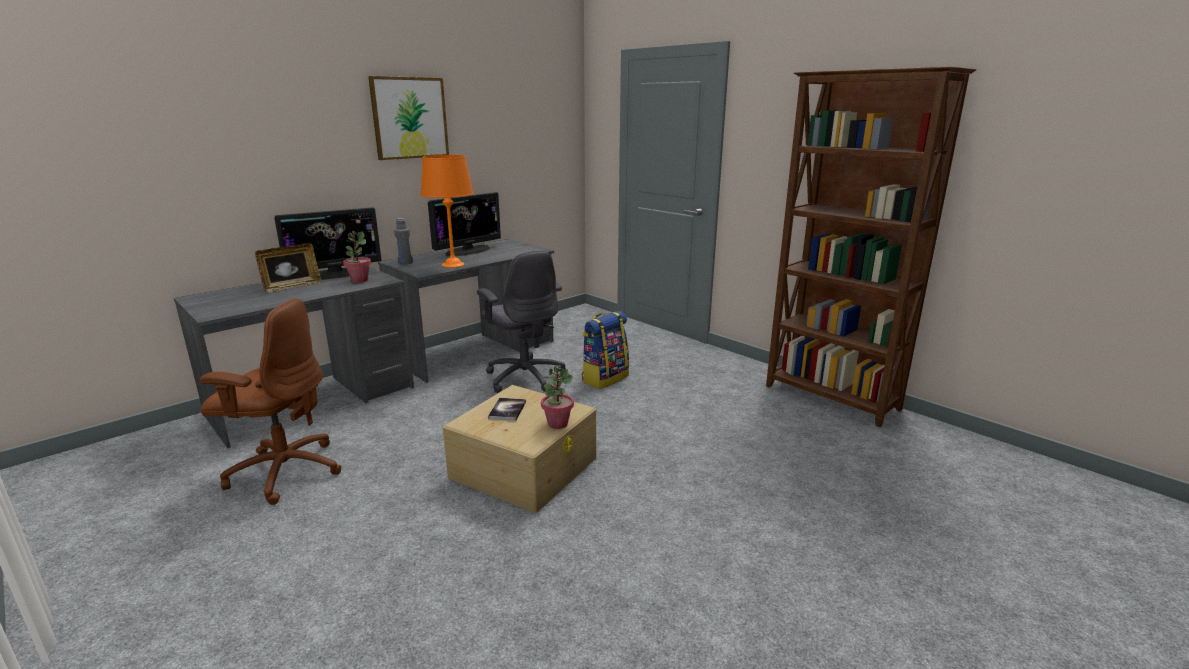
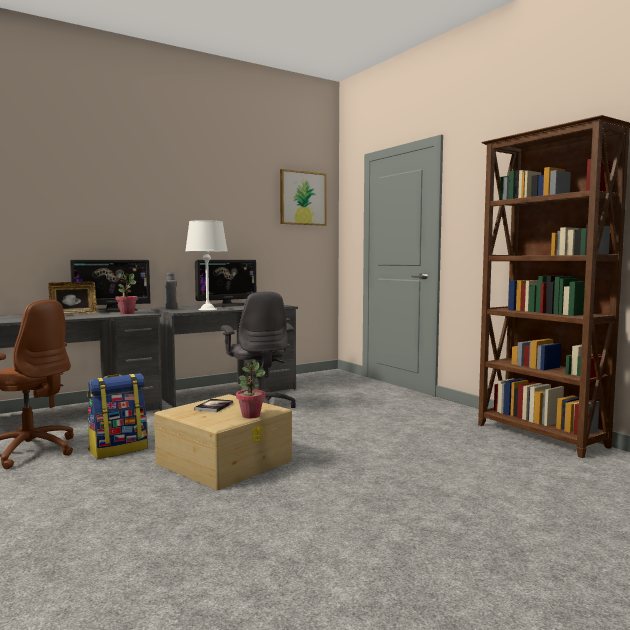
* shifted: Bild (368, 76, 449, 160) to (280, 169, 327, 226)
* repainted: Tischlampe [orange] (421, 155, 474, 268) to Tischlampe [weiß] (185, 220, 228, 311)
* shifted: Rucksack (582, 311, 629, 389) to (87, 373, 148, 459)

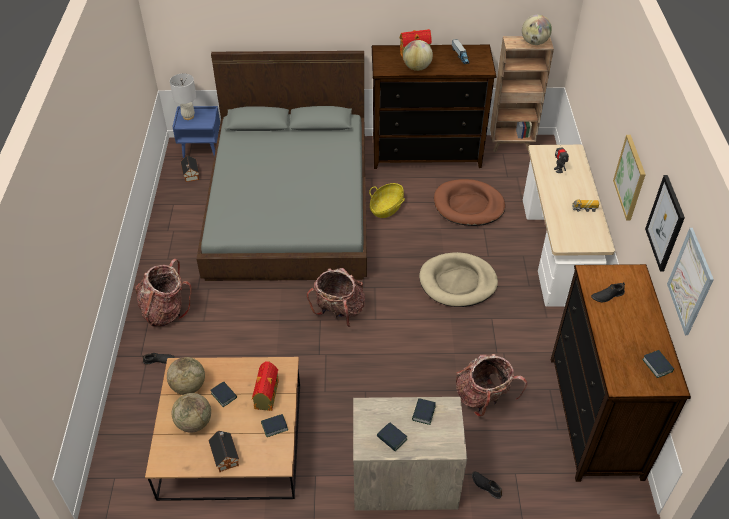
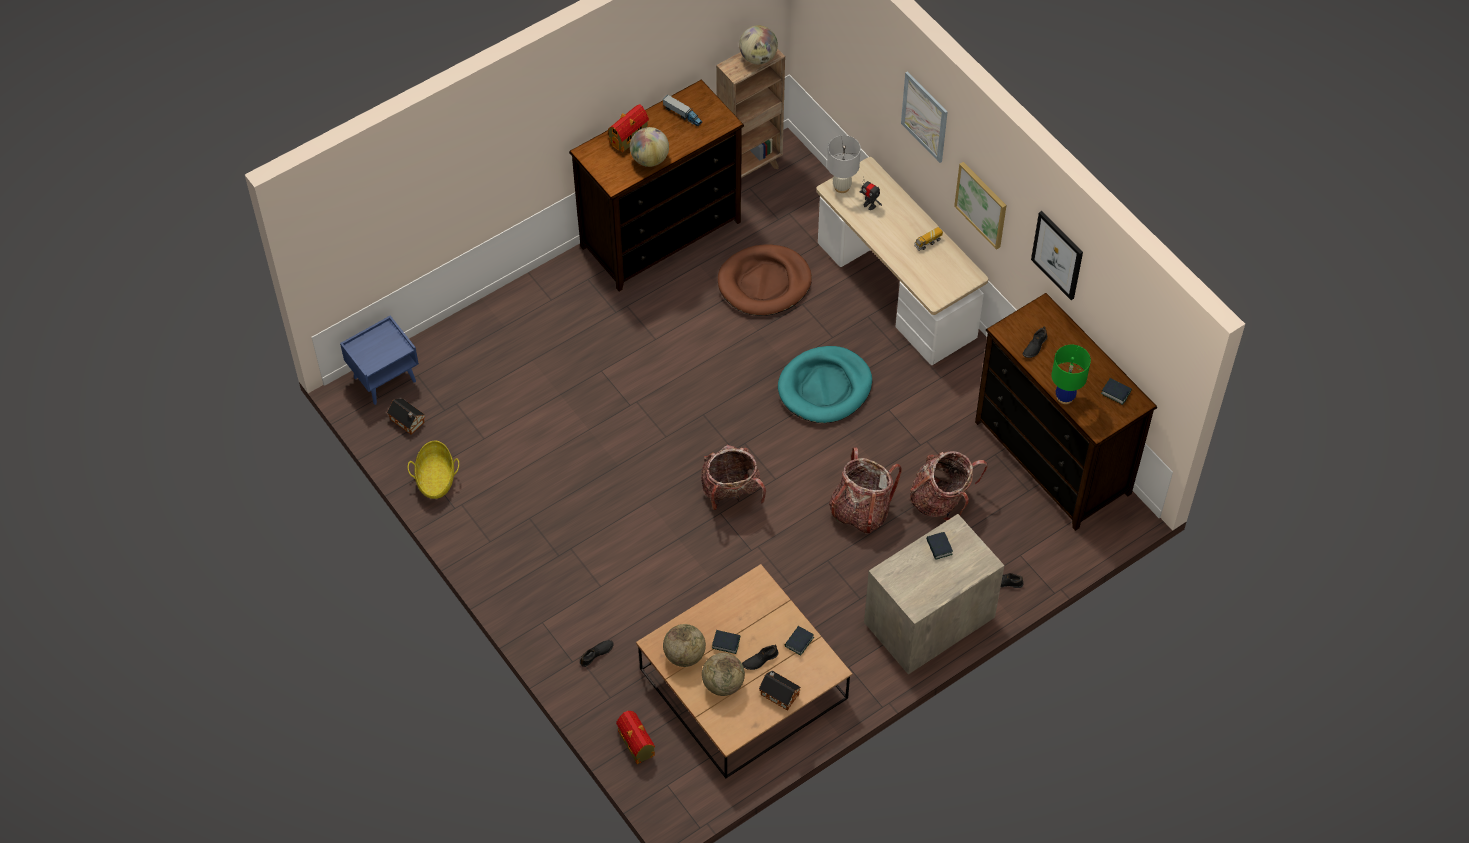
* gone: Bett [grau] (196, 51, 367, 281)
* shifted: Tischlampe [weiß] (170, 73, 197, 120) to (827, 135, 861, 193)
* shifted: Korb (369, 183, 405, 218) to (408, 441, 459, 499)
* shifted: Bild (667, 228, 714, 335) to (901, 71, 948, 163)
* repainted: Hundebett [beige] (419, 252, 498, 307) to Hundebett [türkis] (778, 346, 872, 423)
* shifted: Rucksack (135, 258, 191, 327) to (829, 447, 902, 534)
* shifted: Spielzeughaus (252, 361, 279, 411) to (616, 711, 655, 764)
* gone: Buch (377, 423, 407, 451)
* new: Tischlampe [grün] (1052, 345, 1091, 404)
* new: Schuh [schwarz] (742, 645, 779, 670)

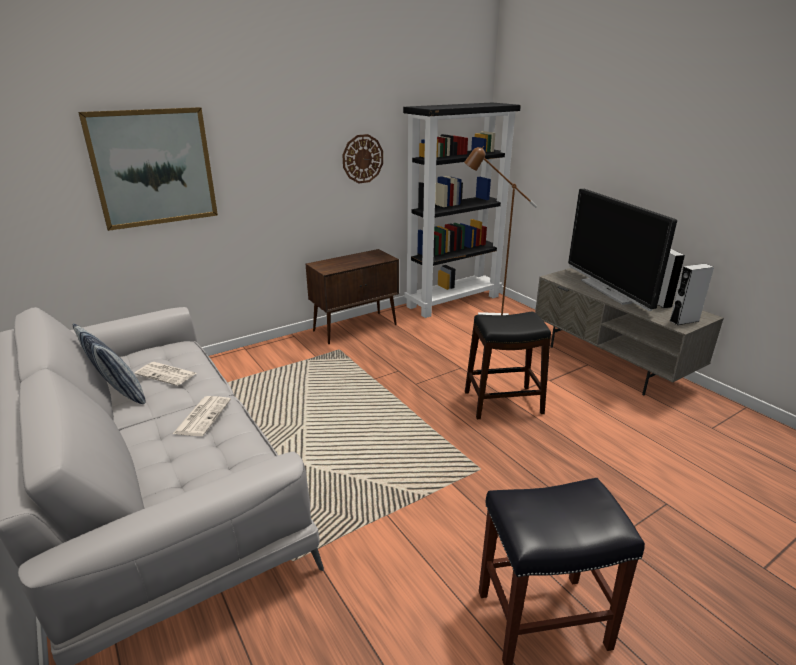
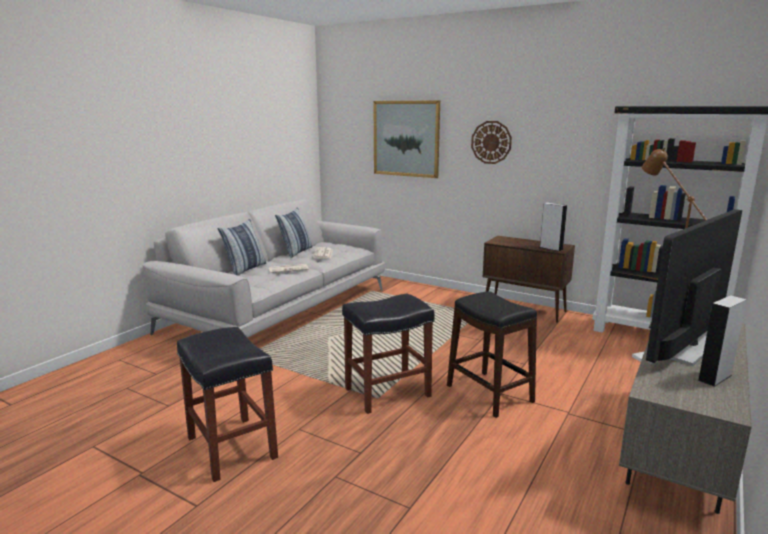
* shifted: Wanduhr (343, 134, 383, 183) to (471, 121, 512, 164)
* shifted: Lautsprecher [grau] (670, 264, 714, 325) to (540, 203, 567, 251)
* new: Kissen (217, 219, 266, 275)
* new: Hocker [schwarz] (342, 293, 435, 414)

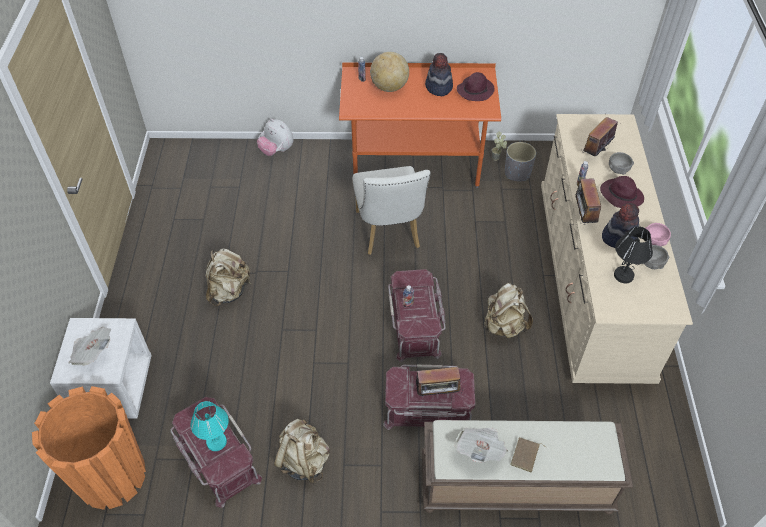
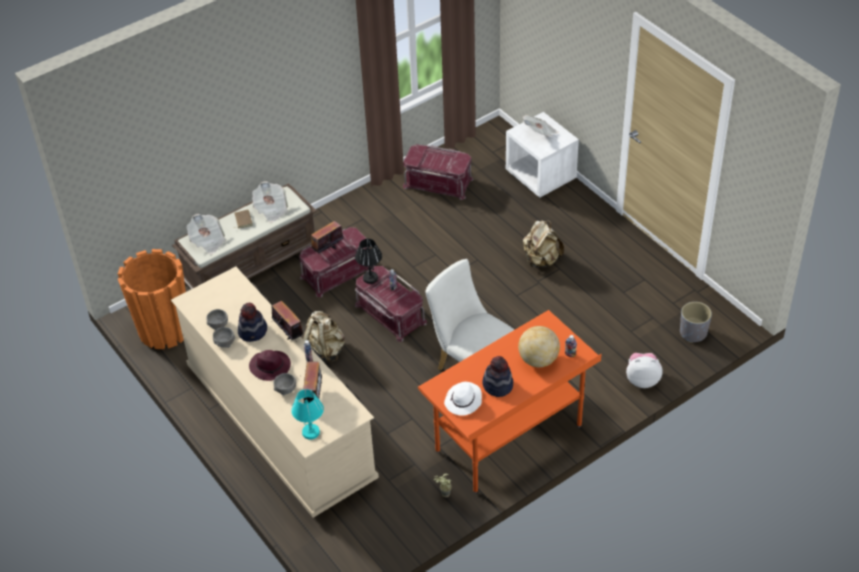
* repainted: Hut [lila] (457, 72, 495, 101) to Hut [weiß] (444, 382, 482, 416)
* shifted: Pflanzkübel [grau] (505, 142, 536, 181) to (680, 302, 712, 343)
* repainted: Schüssel [rosa] (646, 223, 671, 246) to Schüssel [grau] (213, 327, 236, 348)
* shifted: Tischlampe [schwarz] (614, 226, 653, 283) to (355, 239, 382, 284)
* shifted: Pflanzkübel [orange] (32, 386, 146, 510) to (118, 249, 186, 349)
* shifted: Tischlampe [türkis] (190, 401, 228, 451) to (291, 389, 324, 440)
* gone: Rucksack [beige] (274, 418, 330, 484)
* new: Zeitung (186, 214, 226, 254)

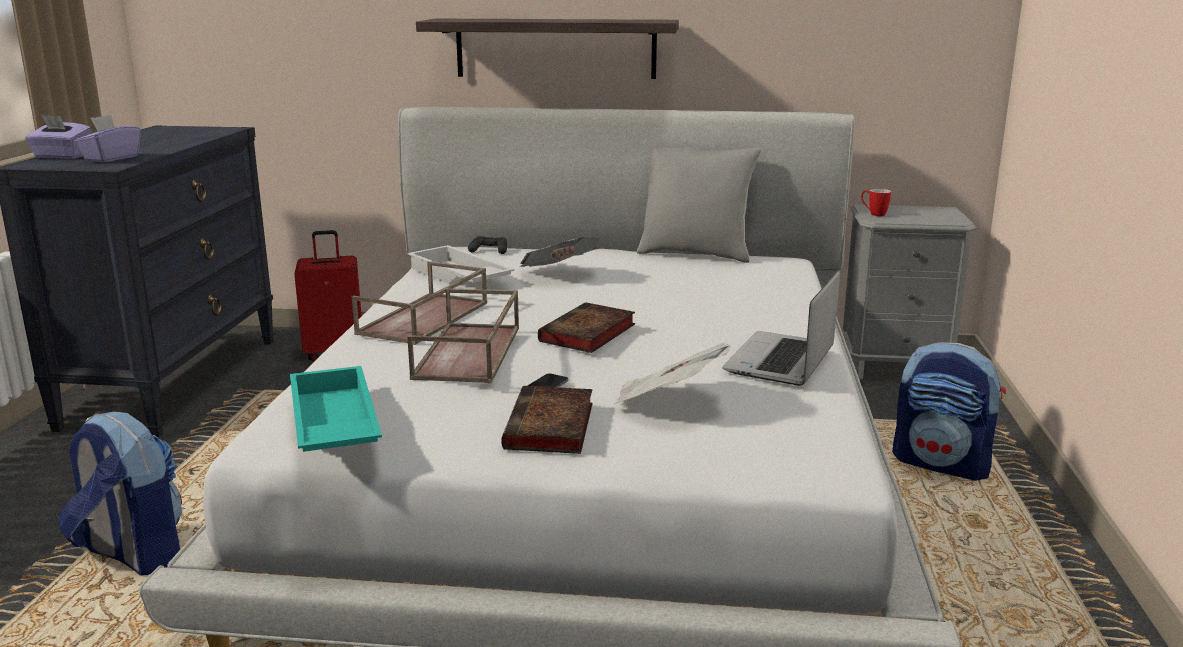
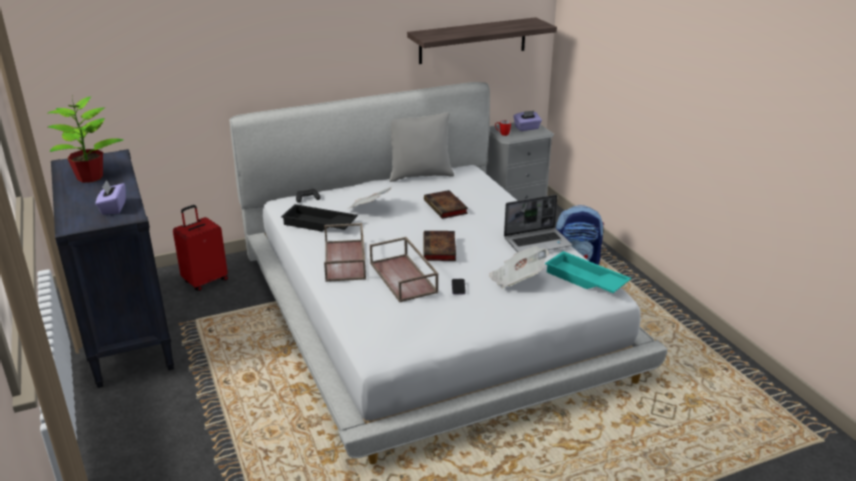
* shifted: Wandregal (416, 19, 679, 79) to (407, 17, 557, 64)
* shifted: Taschentuchbox [lila] (25, 115, 92, 159) to (513, 111, 542, 131)
* repainted: Tablett [weiß] (408, 245, 515, 284) to Tablett [schwarz] (281, 204, 358, 232)
* rotated: Laptop (722, 271, 839, 386) = (504, 195, 572, 252) 105 degrees counterclockwise
* shifted: Tablett [türkis] (290, 366, 382, 452) to (545, 251, 631, 293)
* shifted: Buch (501, 386, 593, 454) to (424, 190, 468, 219)
* gone: Rucksack (59, 412, 183, 575)
* new: Topfpflanze (48, 96, 124, 183)

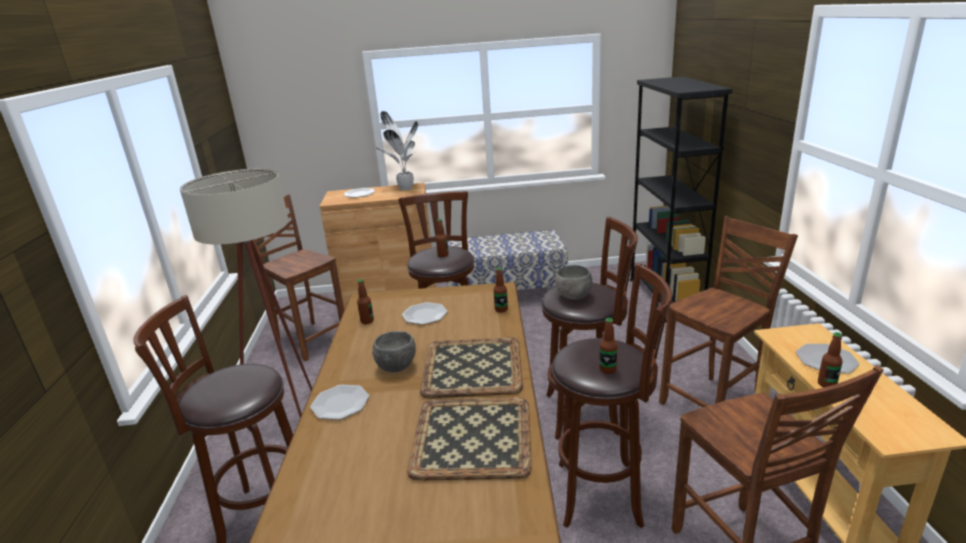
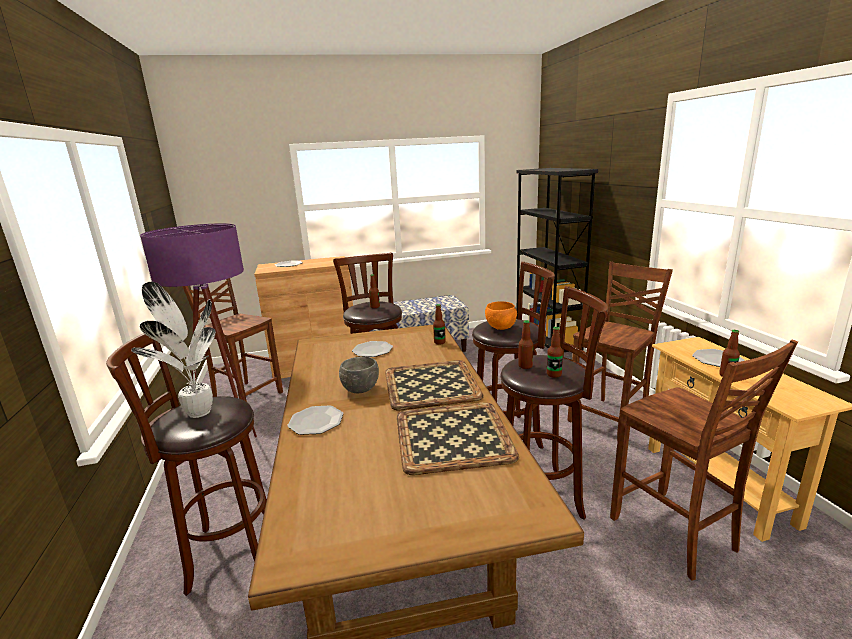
* shifted: Topfpflanze (375, 111, 418, 190) to (131, 282, 216, 418)
* repainted: Stehlampe [beige] (180, 169, 312, 417) to Stehlampe [lila] (140, 223, 260, 475)
* repainted: Schüssel [grau] (555, 265, 593, 300) to Schüssel [orange] (485, 301, 517, 330)
* shifted: Flasche (357, 279, 374, 324) to (518, 320, 533, 369)

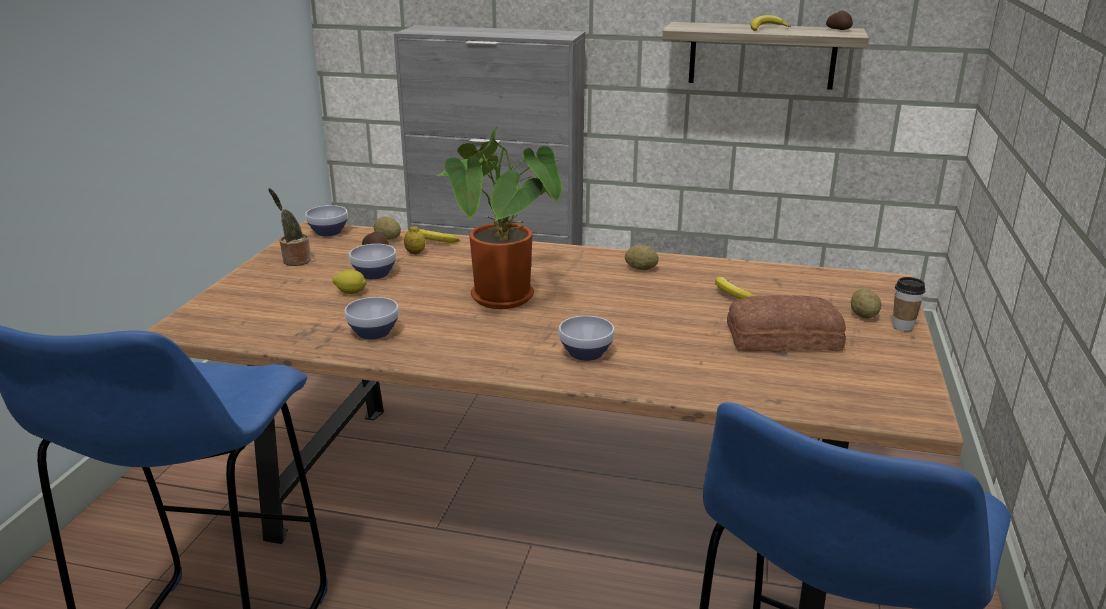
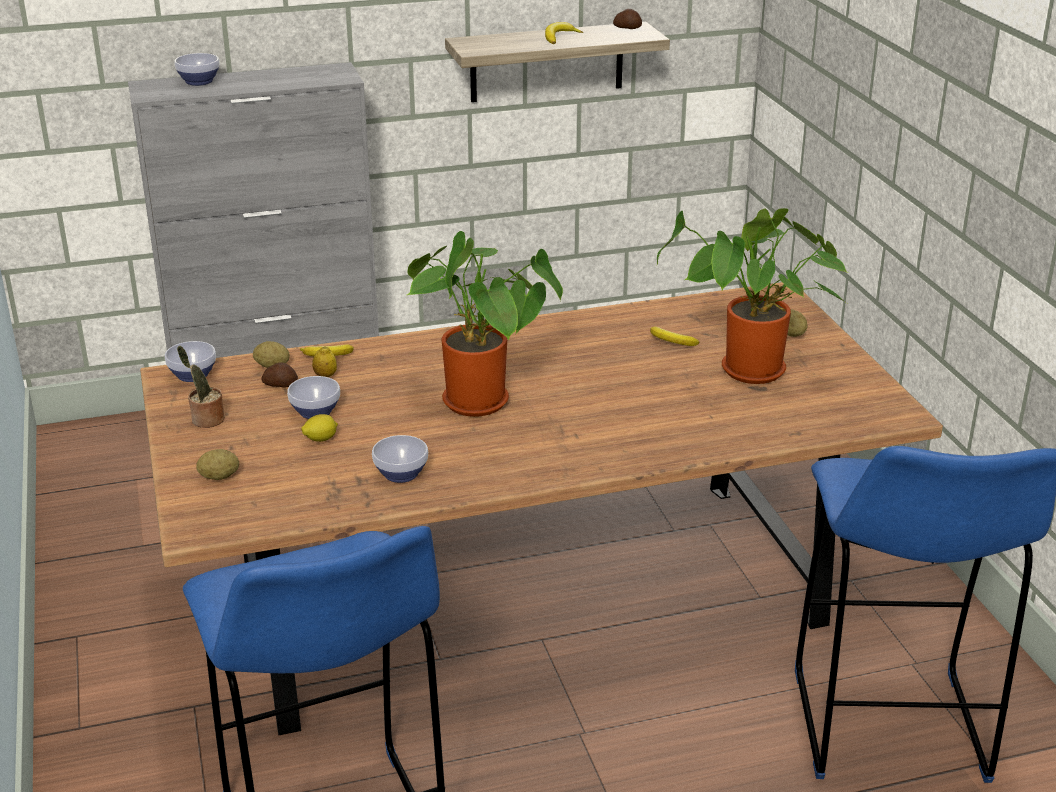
* shifted: Kartoffel (625, 245, 659, 271) to (196, 449, 239, 480)
* gone: Tasse (892, 277, 925, 331)
* swapped: Brot (727, 295, 846, 351) to Topfpflanze (657, 208, 848, 384)
* shifted: Schüssel (559, 316, 615, 361) to (174, 53, 220, 86)

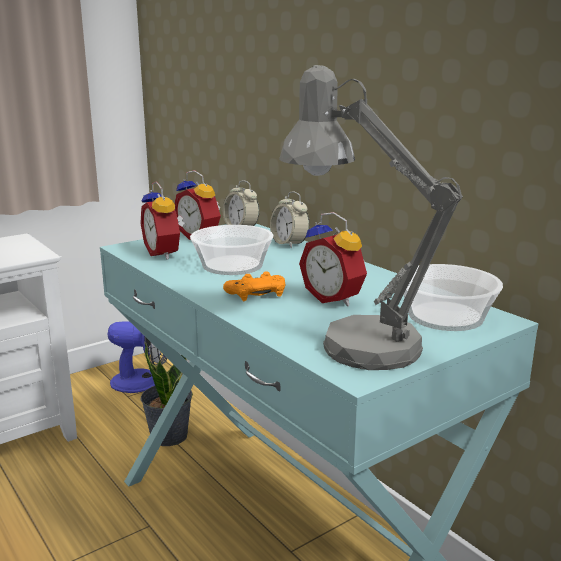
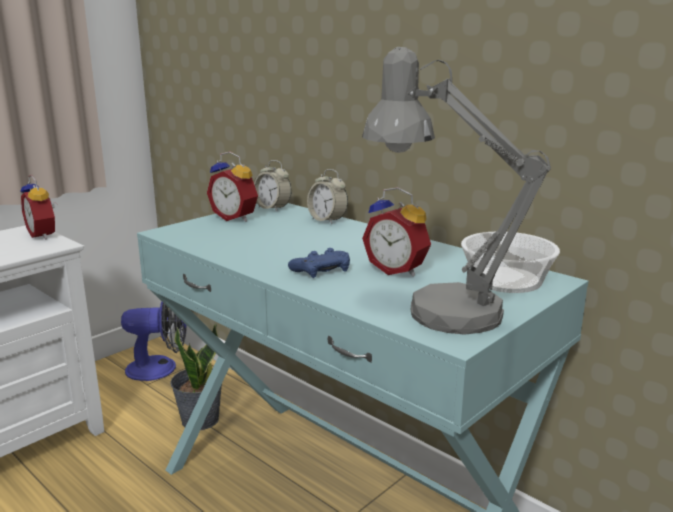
* shifted: Wecker (140, 181, 184, 260) to (20, 175, 59, 240)
* gone: Schüssel (190, 225, 273, 275)
* repainted: Gamepad [orange] (223, 271, 285, 301) to Gamepad [blau] (288, 248, 350, 278)

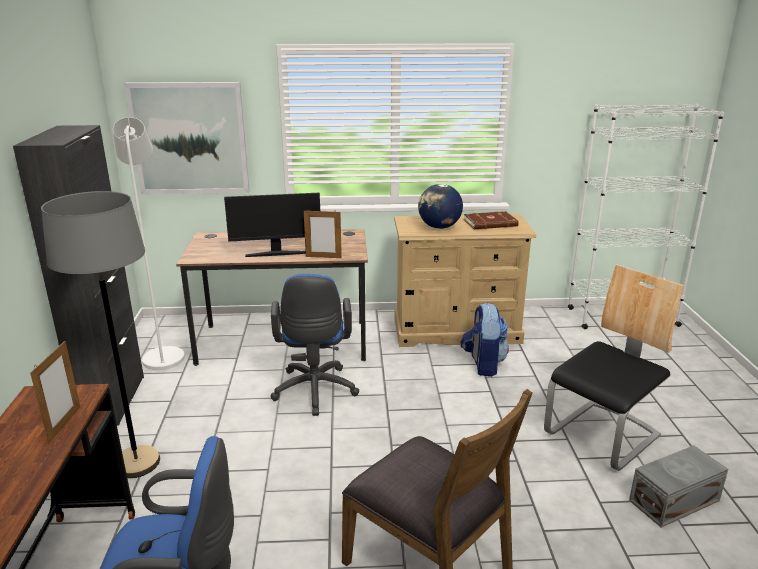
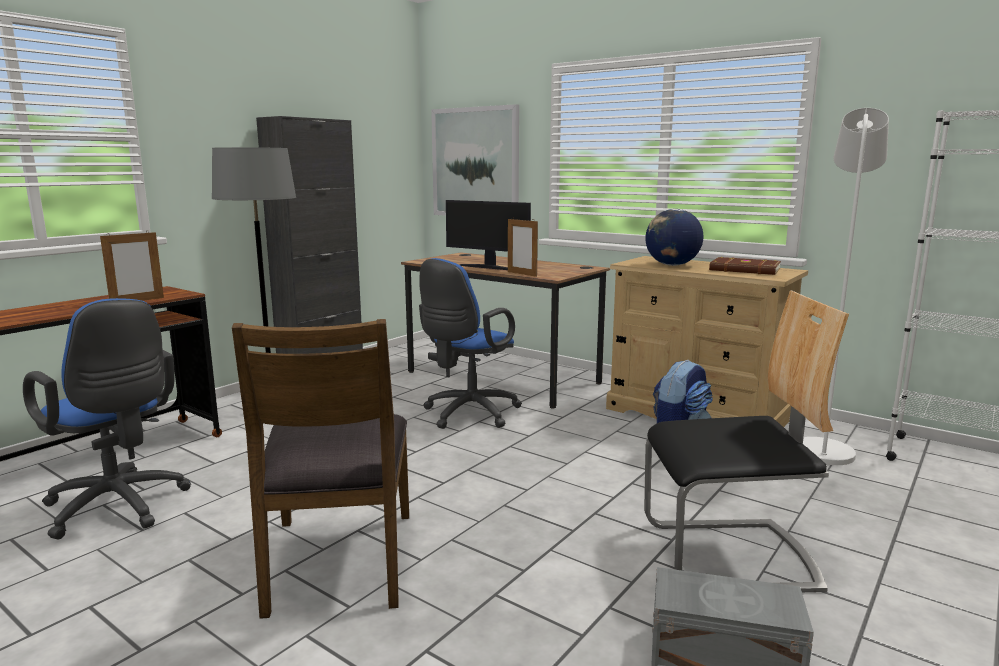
* shifted: Stehlampe [weiß] (113, 117, 185, 370) to (803, 108, 889, 465)

